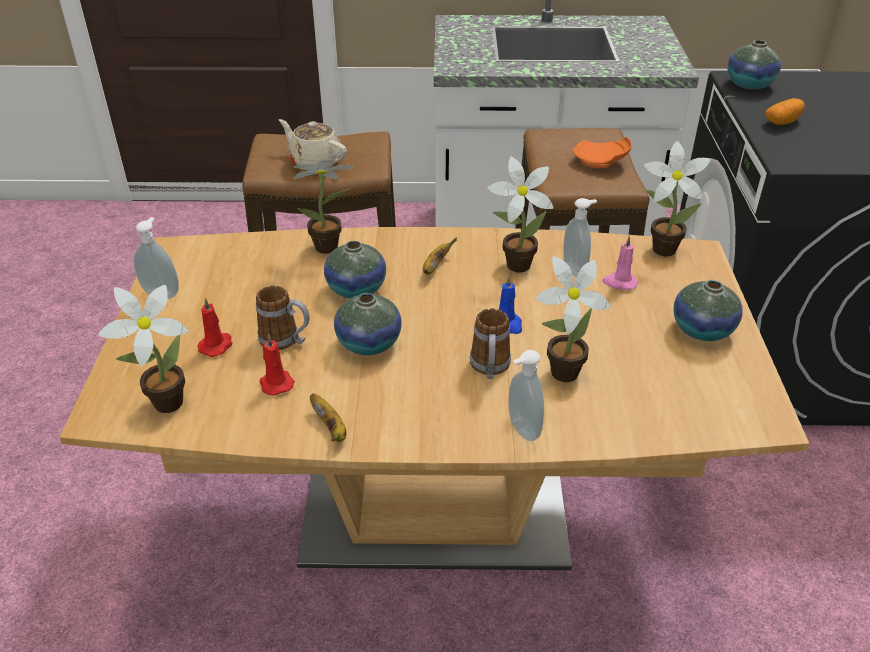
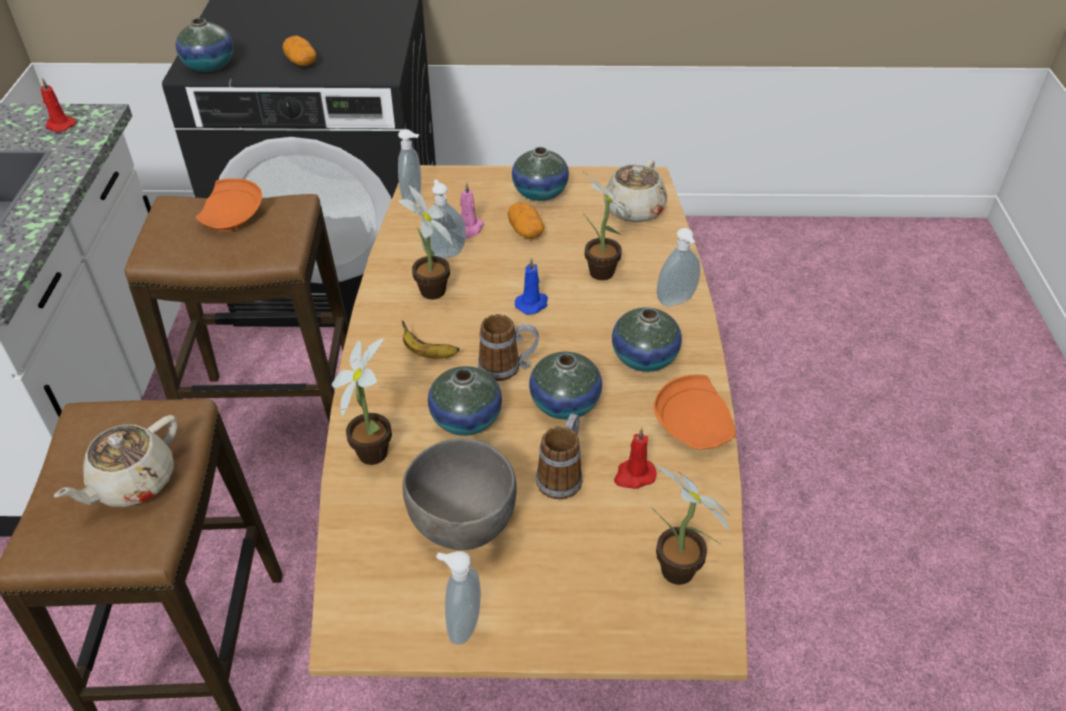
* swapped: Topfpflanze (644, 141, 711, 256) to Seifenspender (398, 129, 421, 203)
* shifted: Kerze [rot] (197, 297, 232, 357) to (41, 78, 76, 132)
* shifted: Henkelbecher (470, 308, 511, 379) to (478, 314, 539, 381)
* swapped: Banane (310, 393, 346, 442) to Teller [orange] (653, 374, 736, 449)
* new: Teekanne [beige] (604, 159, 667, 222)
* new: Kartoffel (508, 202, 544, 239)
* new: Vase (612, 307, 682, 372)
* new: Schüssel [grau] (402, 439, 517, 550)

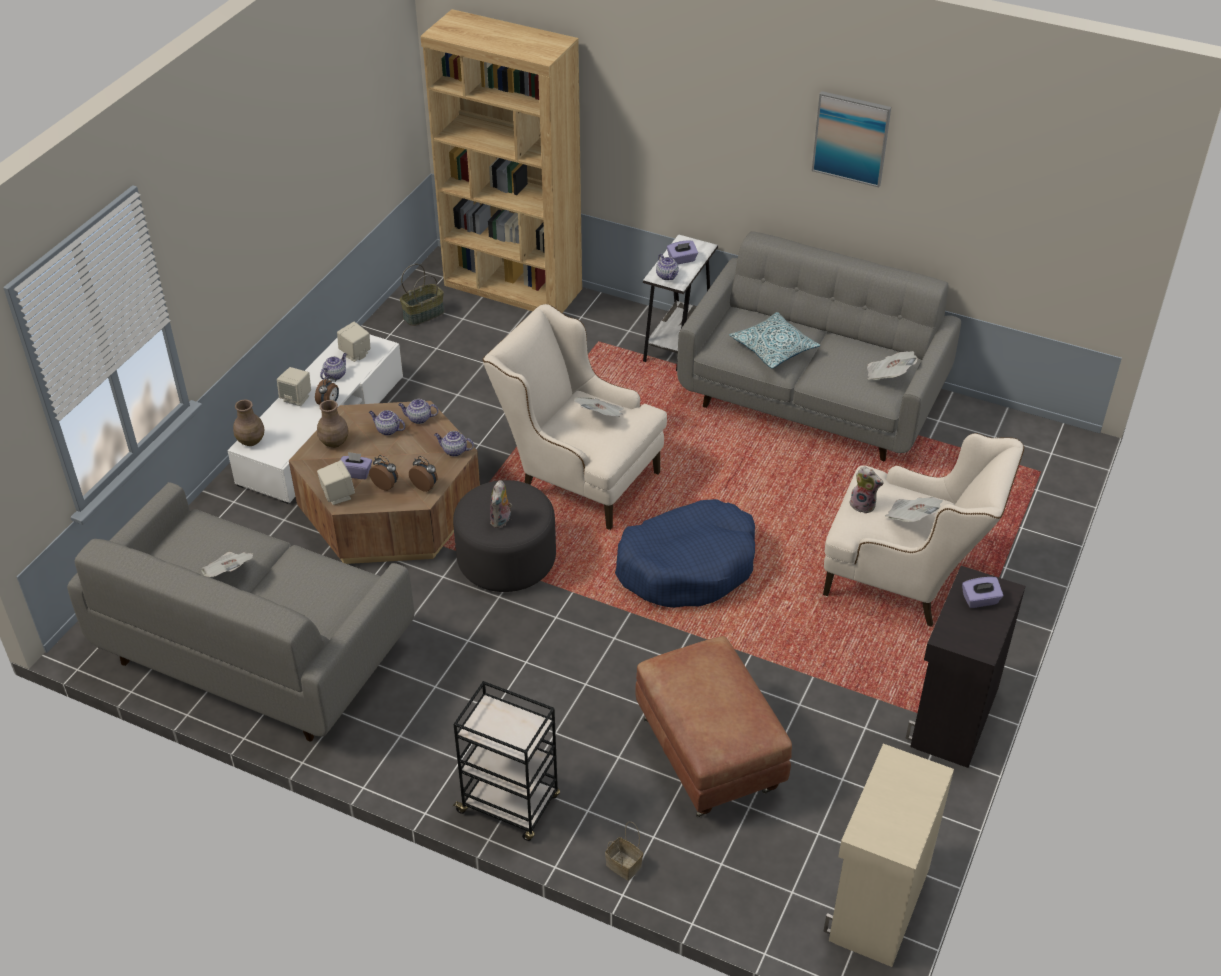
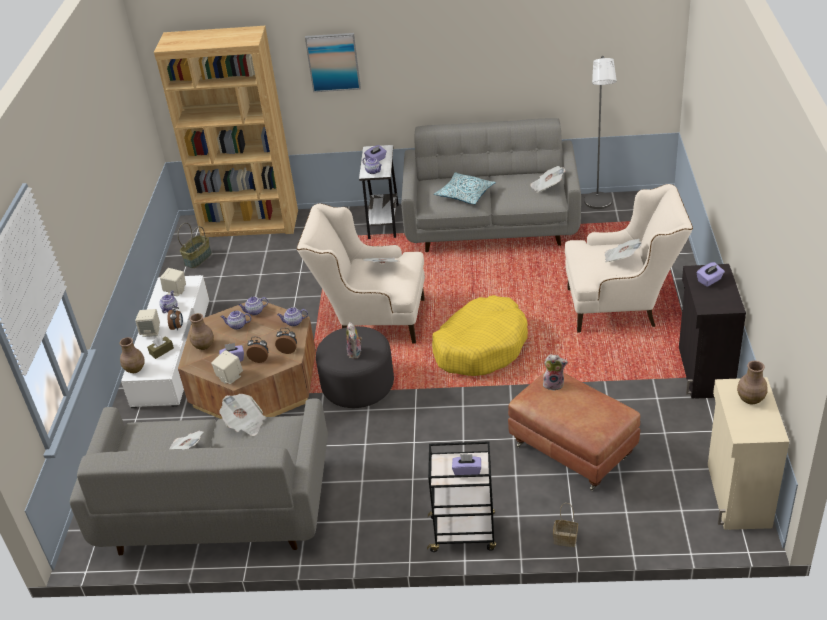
* shifted: Bild (812, 91, 891, 188) to (305, 33, 361, 92)
* shifted: Plüschtier (849, 467, 884, 514) to (543, 354, 568, 391)
* repainted: Hundebett [blau] (615, 499, 755, 608) to Hundebett [gelb] (432, 295, 528, 376)
* new: Stehlampe [grau] (584, 56, 617, 209)
* new: Taschentuchbox [braun] (147, 336, 174, 359)
* new: Vase [braun] (737, 361, 768, 404)
* new: Zeitung (219, 394, 266, 436)
* new: Taschentuchbox [lila] (452, 454, 481, 475)

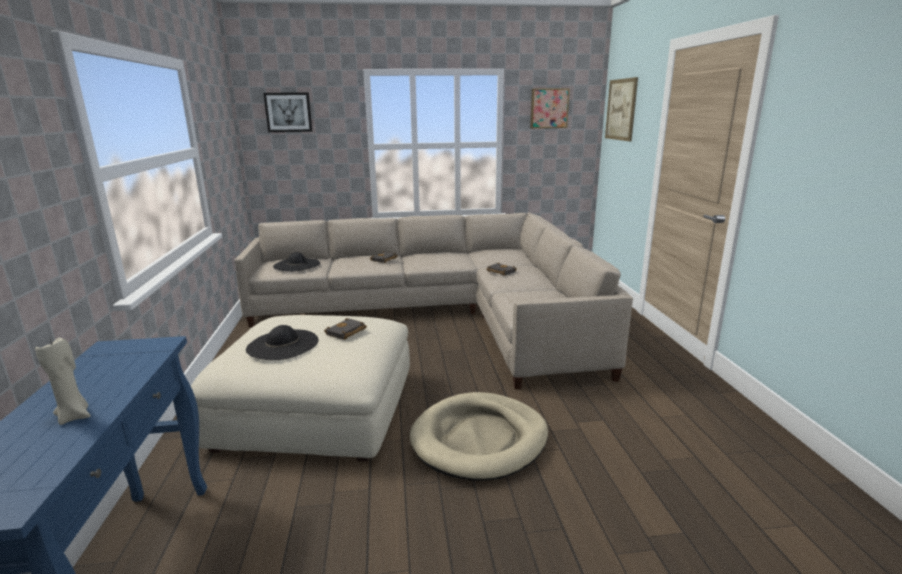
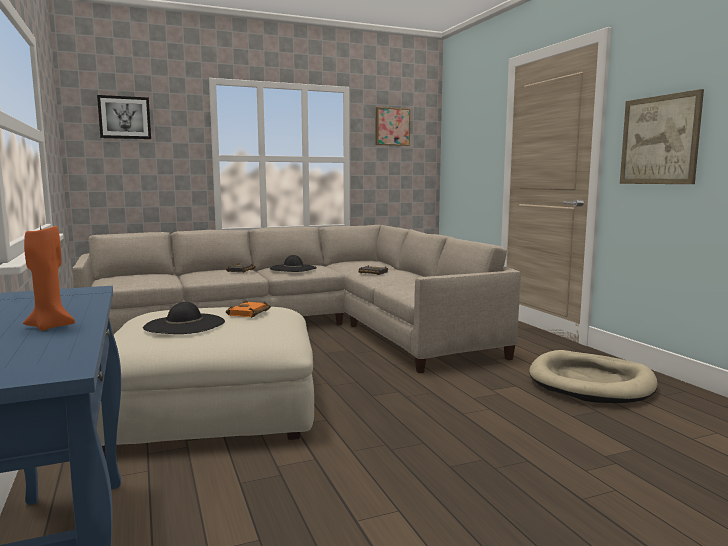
* shifted: Bild (605, 77, 638, 141) to (620, 89, 704, 184)
* shifted: Hut [schwarz] (273, 252, 320, 272) to (270, 255, 317, 272)
* repainted: Buch [schwarz] (324, 318, 367, 340) to Buch [orange] (226, 301, 271, 318)
* repainted: Kerze [beige] (35, 337, 91, 425) to Kerze [orange] (23, 225, 75, 331)
* shifted: Hundebett [beige] (410, 392, 548, 481) to (529, 350, 658, 403)

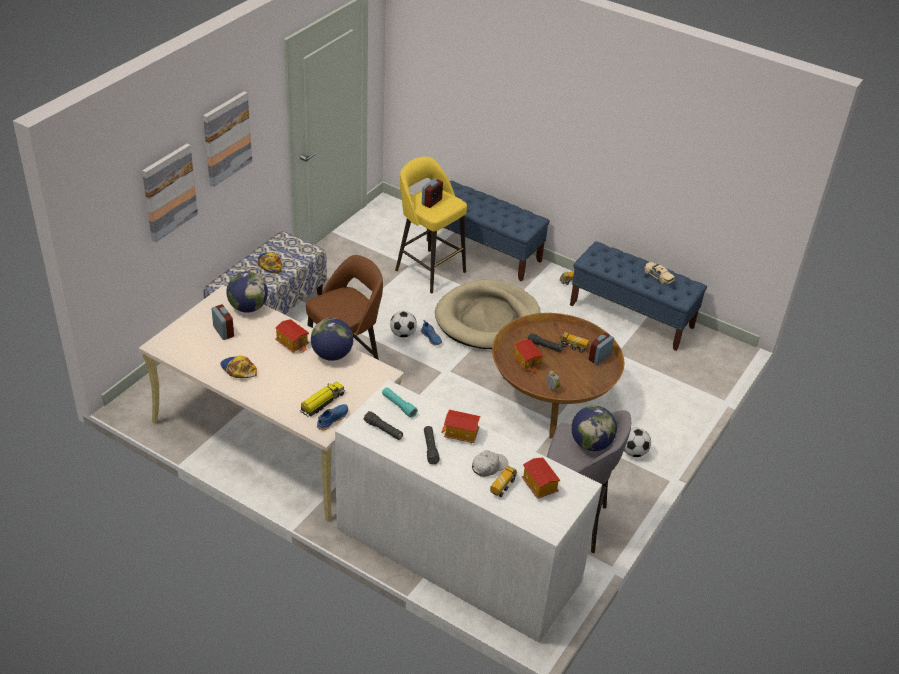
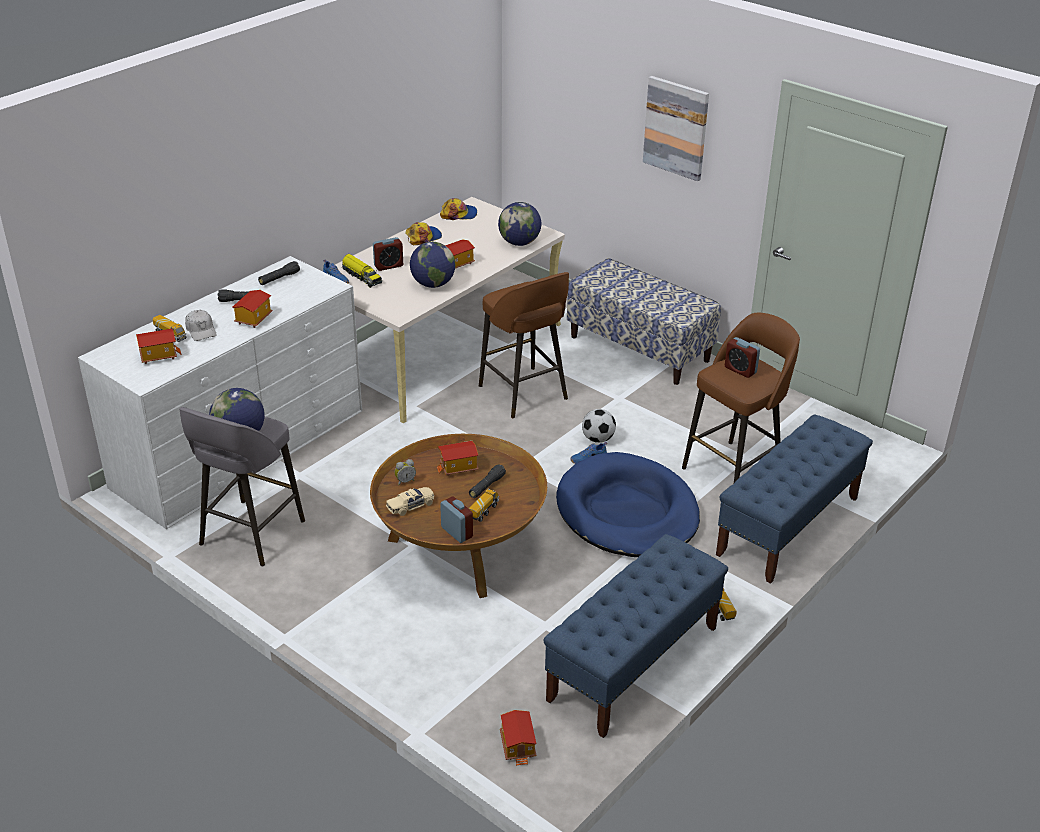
* gone: Bild (142, 144, 198, 242)
* repainted: Hocker [gelb] (395, 156, 467, 293) to Hocker [braun] (682, 313, 800, 483)
* shifted: Kappe (258, 252, 282, 273) to (440, 198, 477, 220)
* shifted: Spielzeugauto [beige] (645, 262, 675, 284) to (386, 487, 434, 516)
* repainted: Hundebett [beige] (435, 280, 541, 349) to Hundebett [blau] (556, 452, 700, 557)
* shifted: Wecker (211, 304, 234, 340) to (373, 237, 403, 271)
* gone: Taschenlampe [türkis] (382, 387, 418, 418)
* gone: Fußball (624, 428, 651, 457)
* new: Spielzeughaus (500, 710, 537, 766)

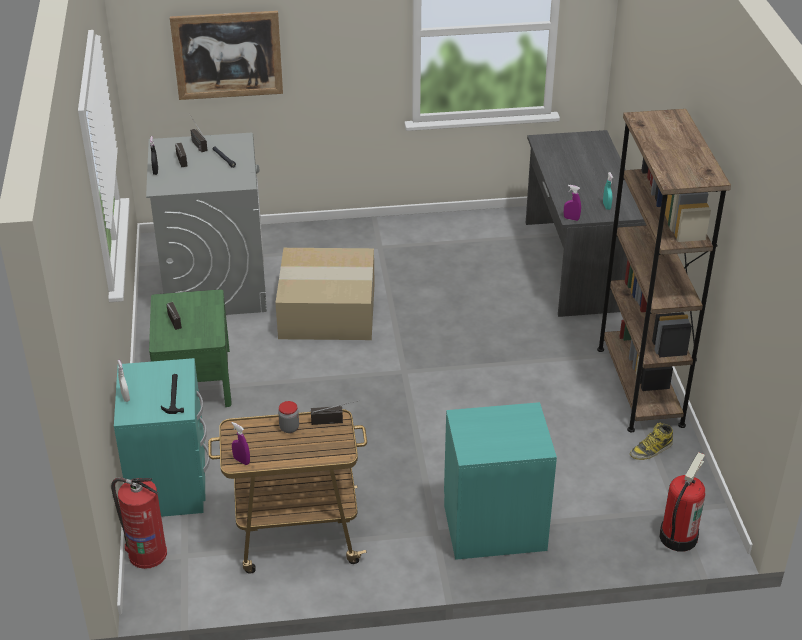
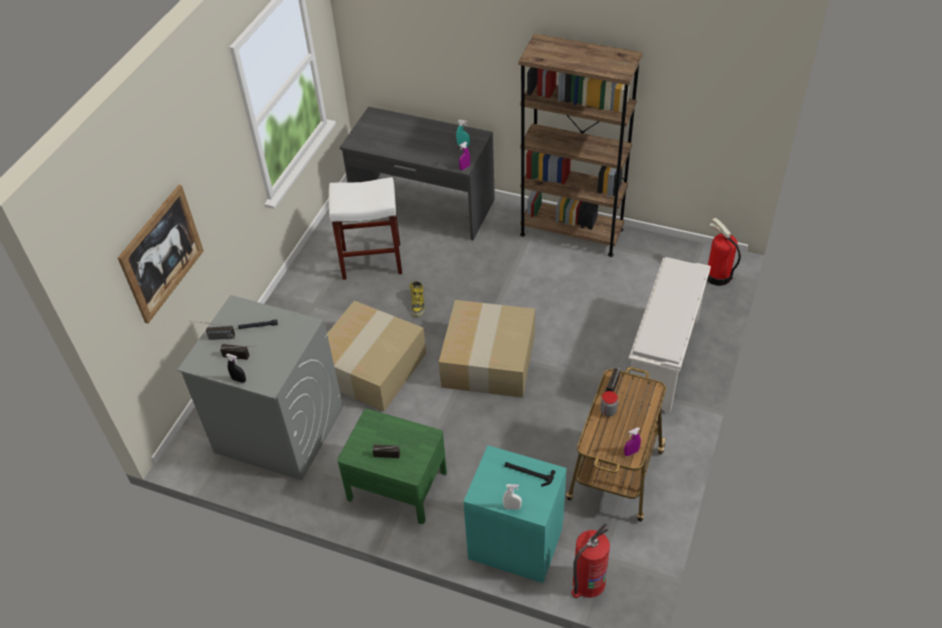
* swapped: Nachttisch [türkis] (444, 402, 557, 560) to Schuhregal [weiß] (627, 257, 711, 414)
* shifted: Stiefel (630, 423, 673, 460) to (410, 281, 425, 316)
* new: Hocker [weiß] (329, 177, 402, 280)
* new: Karton (439, 300, 535, 398)

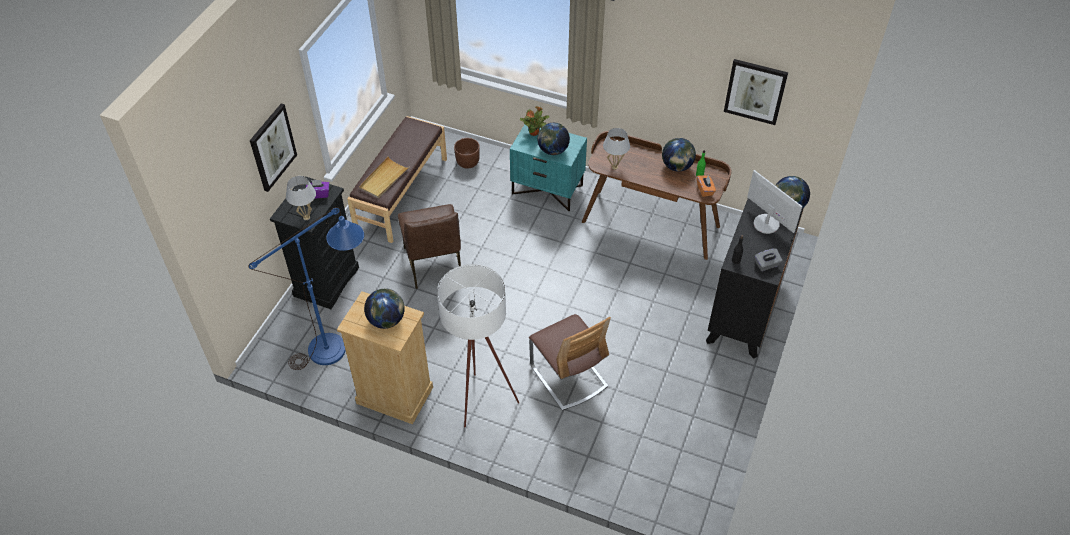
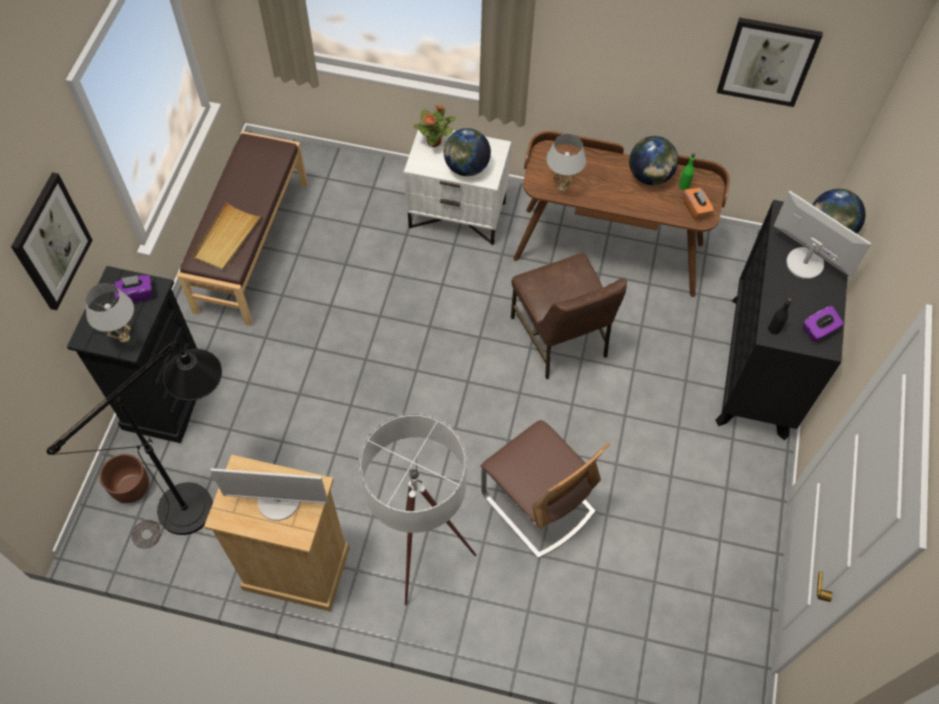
* repainted: Nachttisch [türkis] (510, 124, 587, 211) to Nachttisch [weiß] (404, 130, 511, 245)
* shifted: Pflanzkübel [braun] (454, 138, 480, 168) to (99, 454, 149, 503)
* shifted: Stuhl [braun] (398, 204, 461, 289) to (511, 253, 627, 379)
* repainted: Stehlampe [blau] (248, 207, 364, 370) to Stehlampe [schwarz] (47, 342, 222, 548)
* repainted: Taschentuchbox [grau] (755, 248, 783, 271) to Taschentuchbox [lila] (803, 306, 844, 342)
* swapped: Globus (364, 288, 405, 329) to Monitor (210, 468, 328, 521)

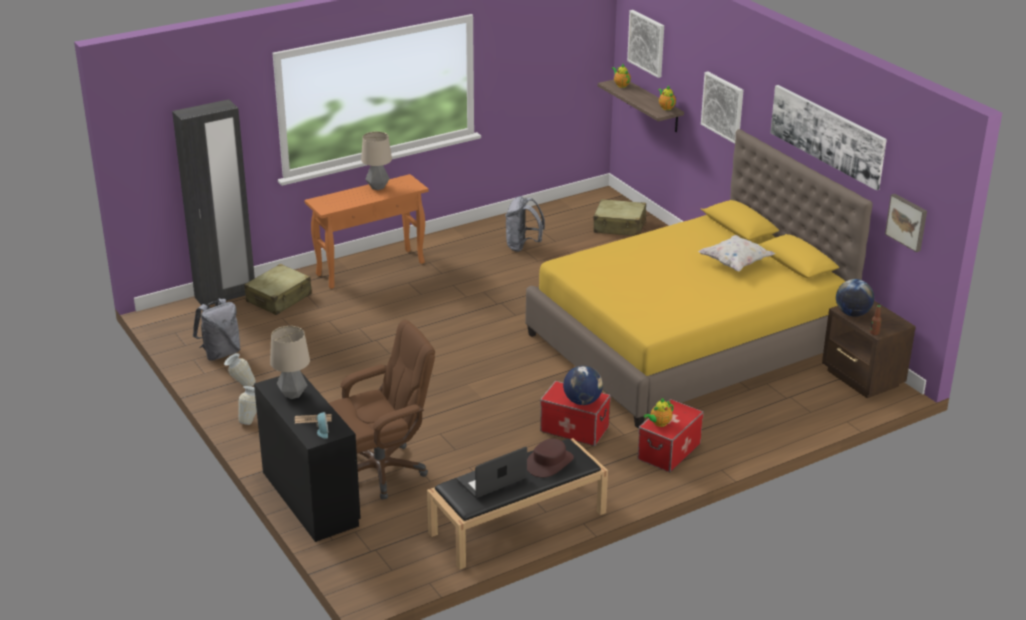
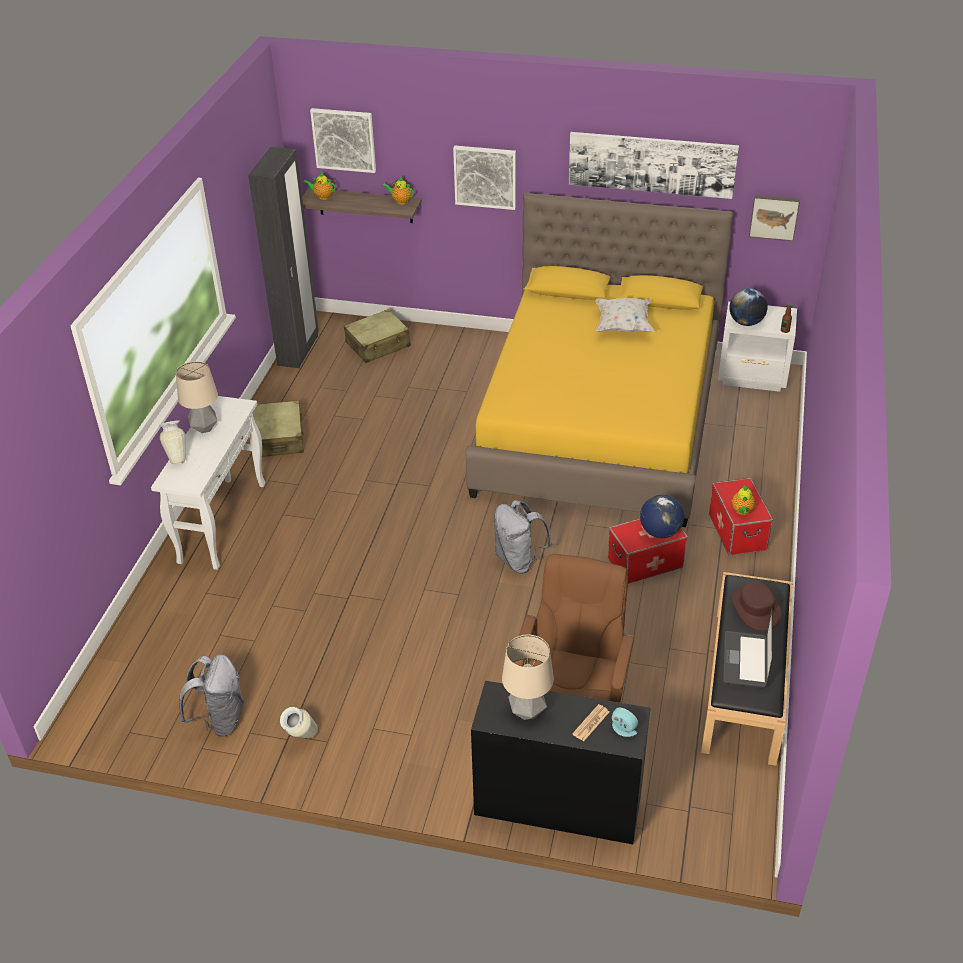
* shifted: Kleiderschrank [schwarz] (172, 99, 255, 306) to (248, 147, 319, 368)
* repainted: Konsolentisch [orange] (304, 174, 428, 289) to Konsolentisch [weiß] (151, 396, 265, 570)
* shifted: Rucksack [grau] (505, 196, 545, 252) to (494, 500, 552, 574)
* shifted: Koffer [beige] (244, 264, 312, 315) to (253, 400, 305, 457)
* repainted: Nachttisch [braun] (822, 301, 916, 398) to Nachttisch [weiß] (718, 301, 797, 392)
* shifted: Vase (239, 386, 257, 425) to (159, 420, 186, 464)

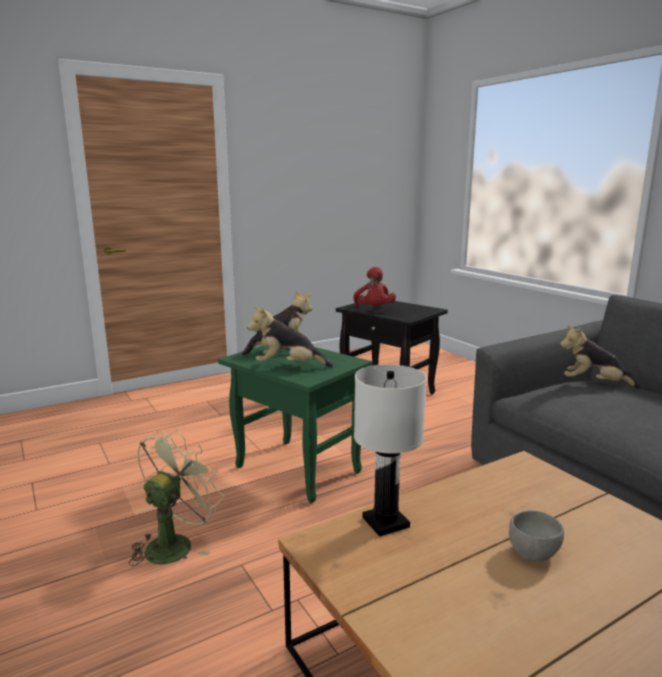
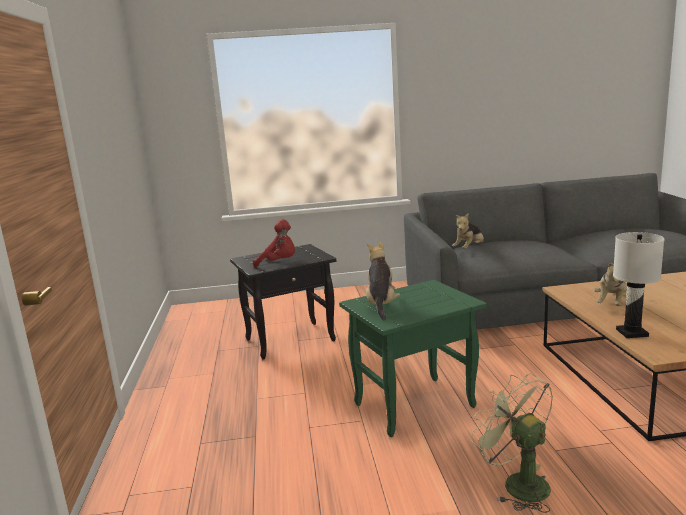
* shifted: Plüschtier (247, 306, 334, 367) to (594, 263, 627, 306)
* gone: Schüssel [grau] (509, 510, 564, 562)

